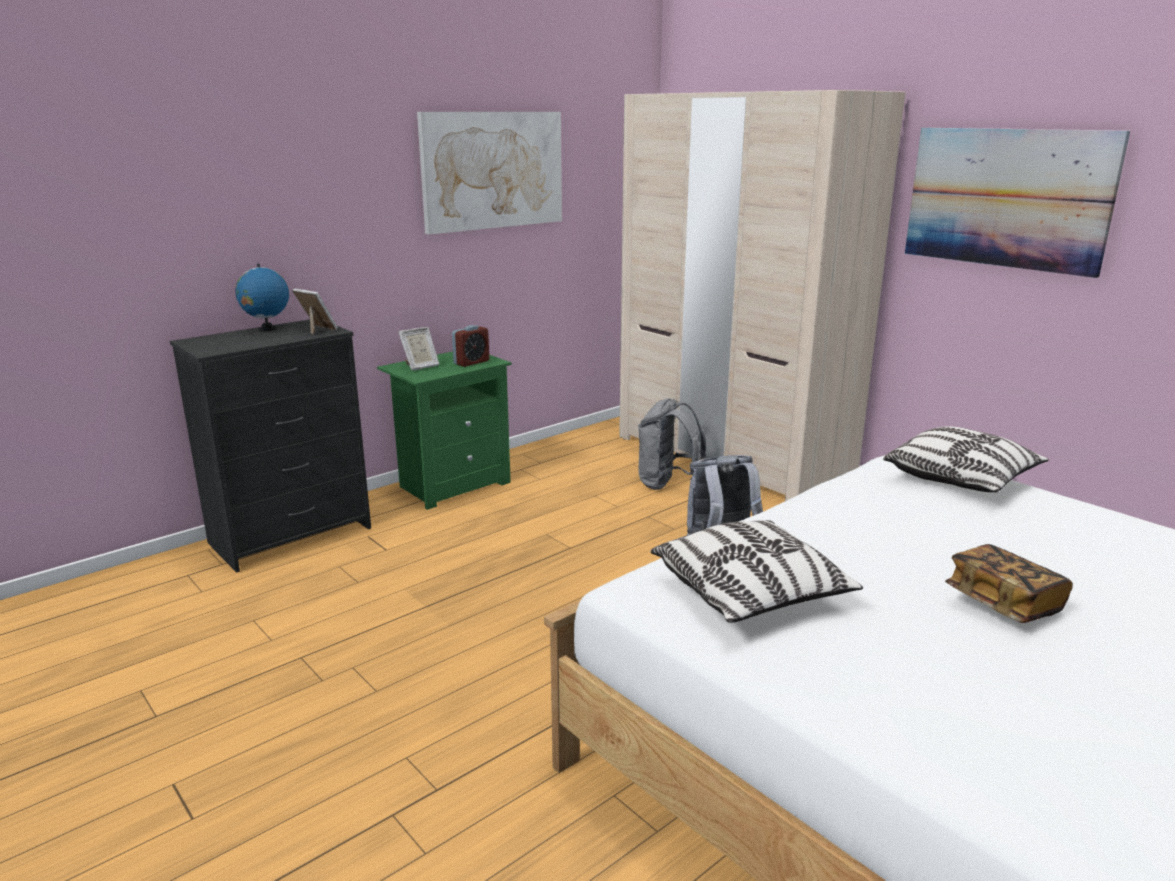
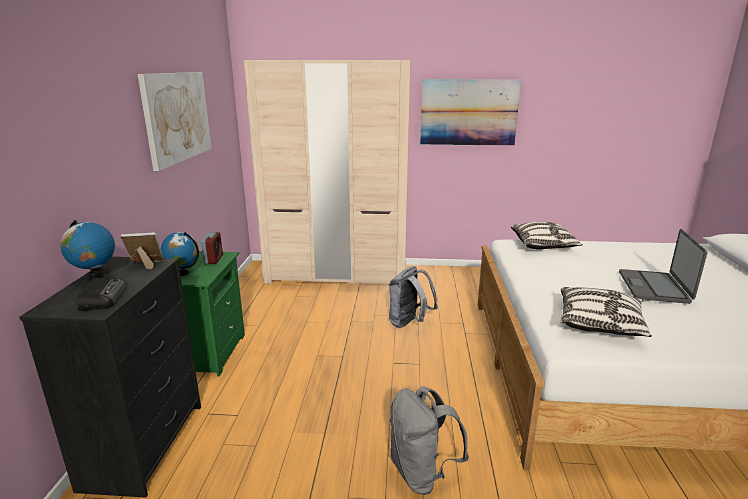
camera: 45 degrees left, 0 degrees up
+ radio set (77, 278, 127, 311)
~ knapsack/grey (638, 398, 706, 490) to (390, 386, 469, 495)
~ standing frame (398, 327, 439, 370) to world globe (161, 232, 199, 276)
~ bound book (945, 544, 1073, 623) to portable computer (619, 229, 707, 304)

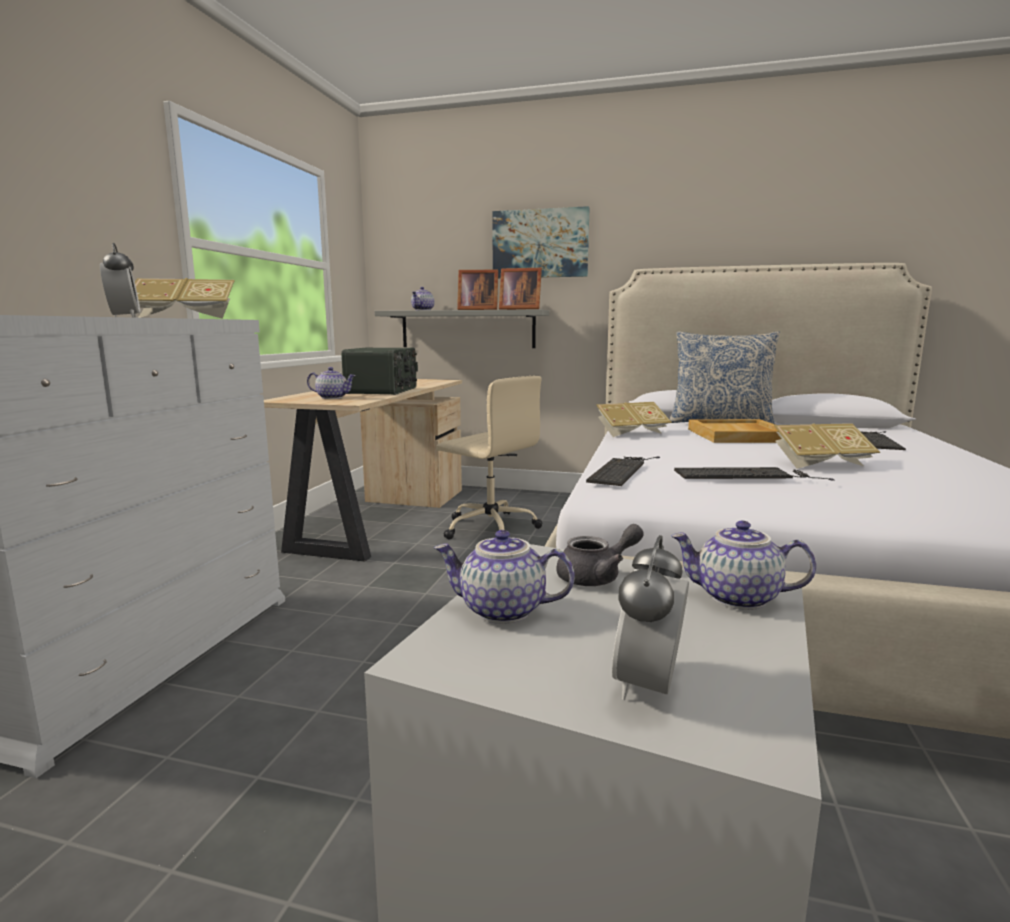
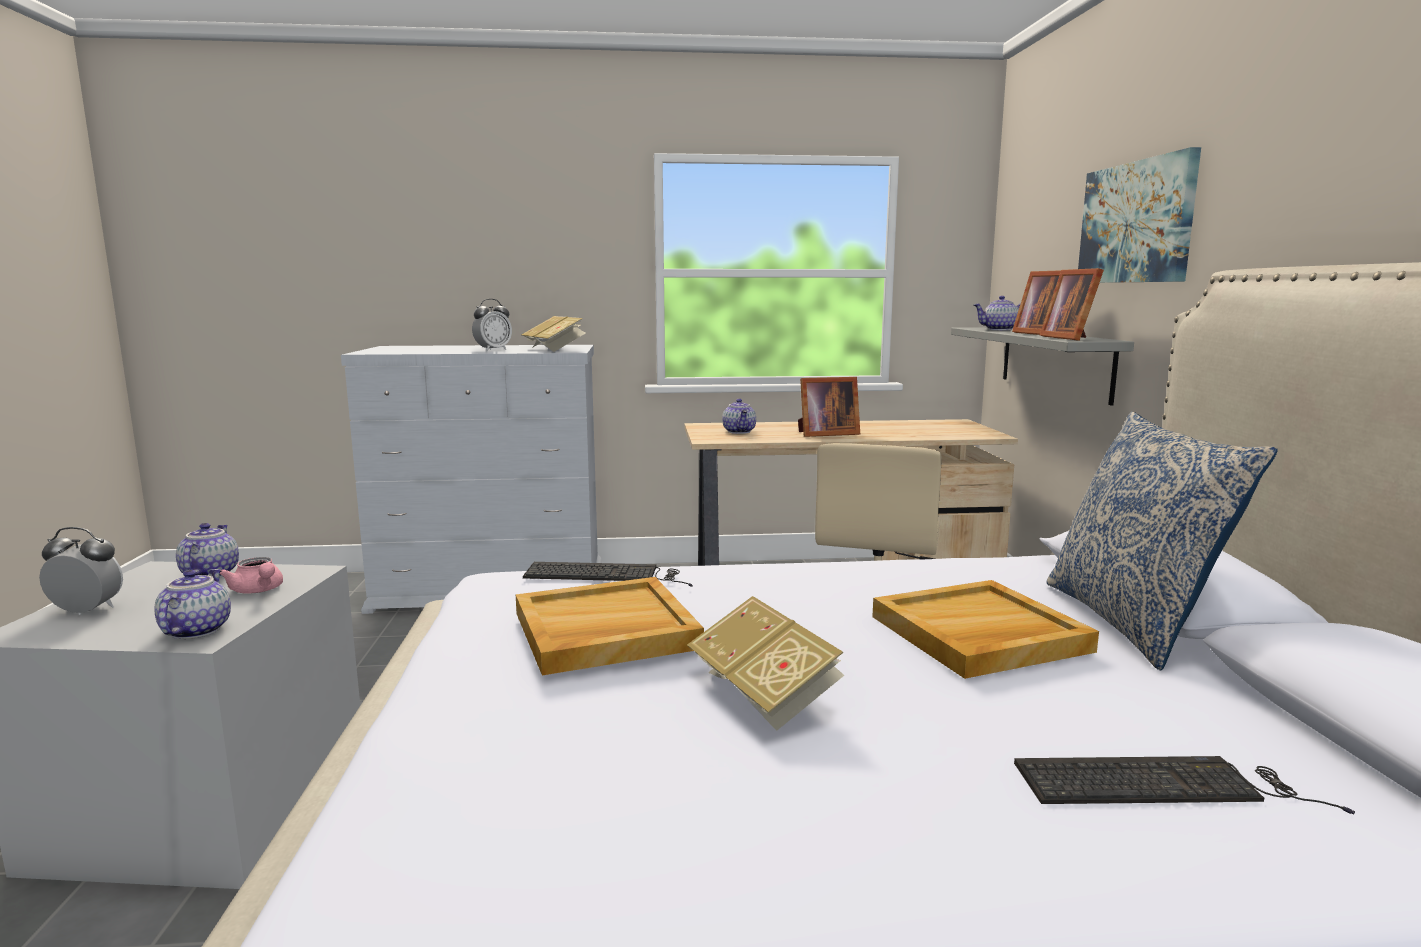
camera: 70 degrees right, 0 degrees up
- bound book (596, 402, 672, 437)
~ radio set (341, 347, 418, 395) to standing frame (798, 377, 860, 437)
~ computer keyboard (674, 467, 835, 481) to serving tray/sand-coloured (516, 577, 704, 675)
~ pot for tea/grey (556, 524, 644, 586) to pot for tea/pink (220, 557, 283, 593)

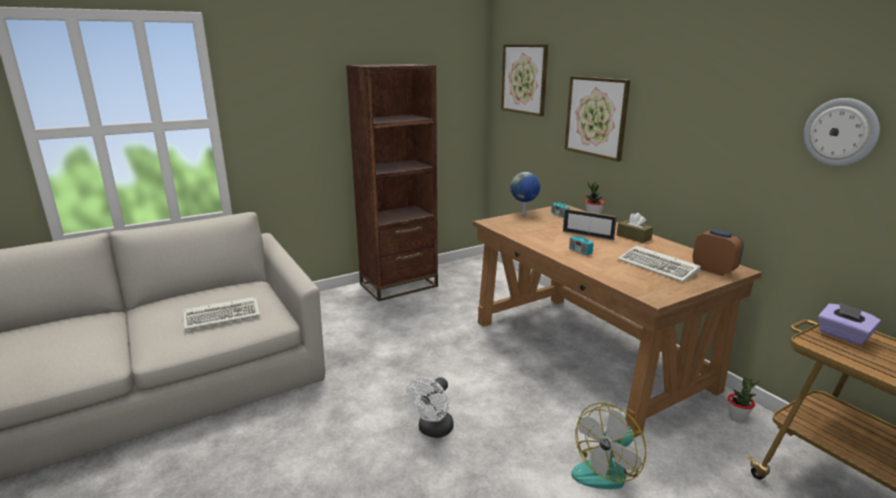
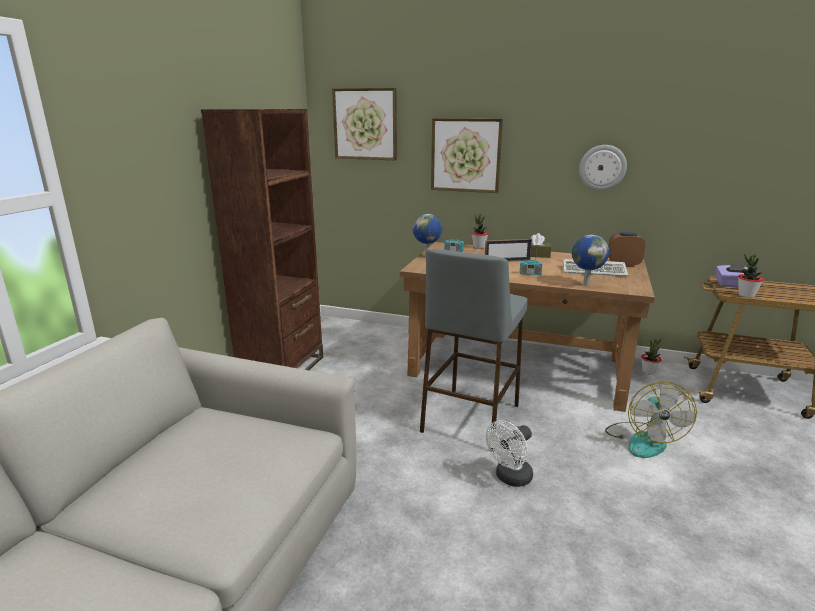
camera: 40 degrees left, 0 degrees up
- computer keyboard (183, 297, 260, 330)
+ sitting stool/grey (420, 249, 528, 452)
+ world globe (572, 235, 609, 286)
+ potted plant (738, 254, 764, 298)
~ wall clock (803, 98, 880, 166) to (579, 145, 627, 190)
~ cooling fan/white (406, 377, 454, 438) = (486, 420, 533, 487) 60 degrees clockwise

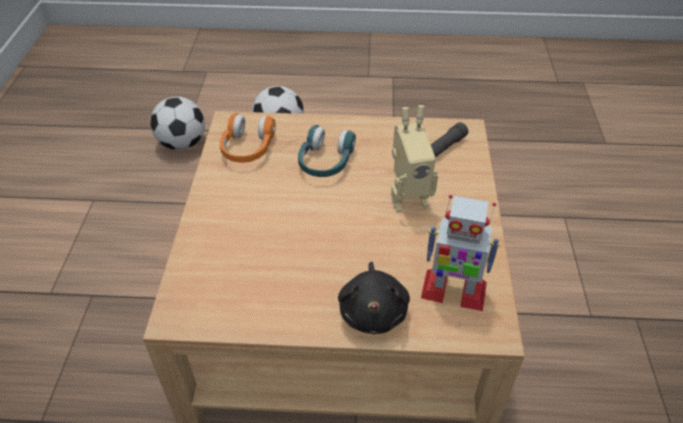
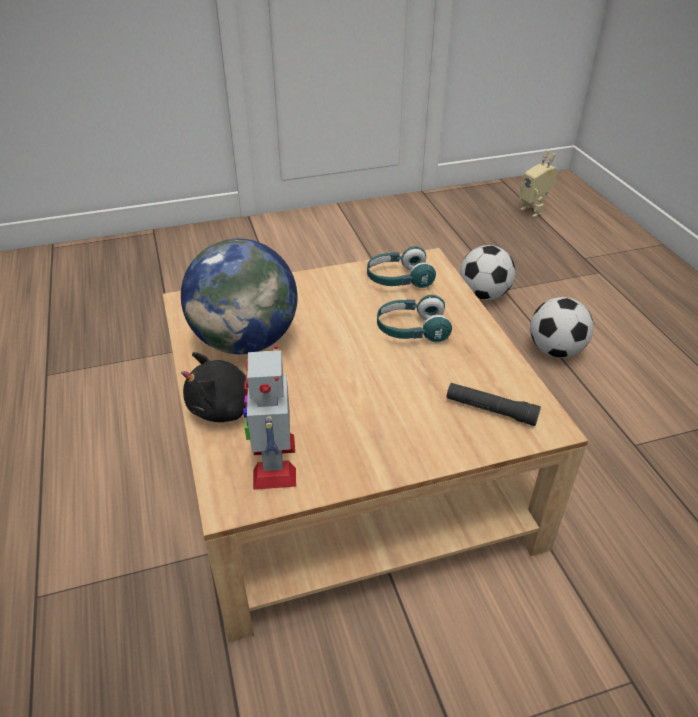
camera: 70 degrees right, 5 degrees down
+ world globe (181, 239, 297, 354)
~ model robot (391, 105, 438, 212) to (519, 150, 558, 217)
~ pair of headphones/orange-coloured (220, 113, 276, 163) to pair of headphones/turquoise-coloured (367, 246, 436, 288)

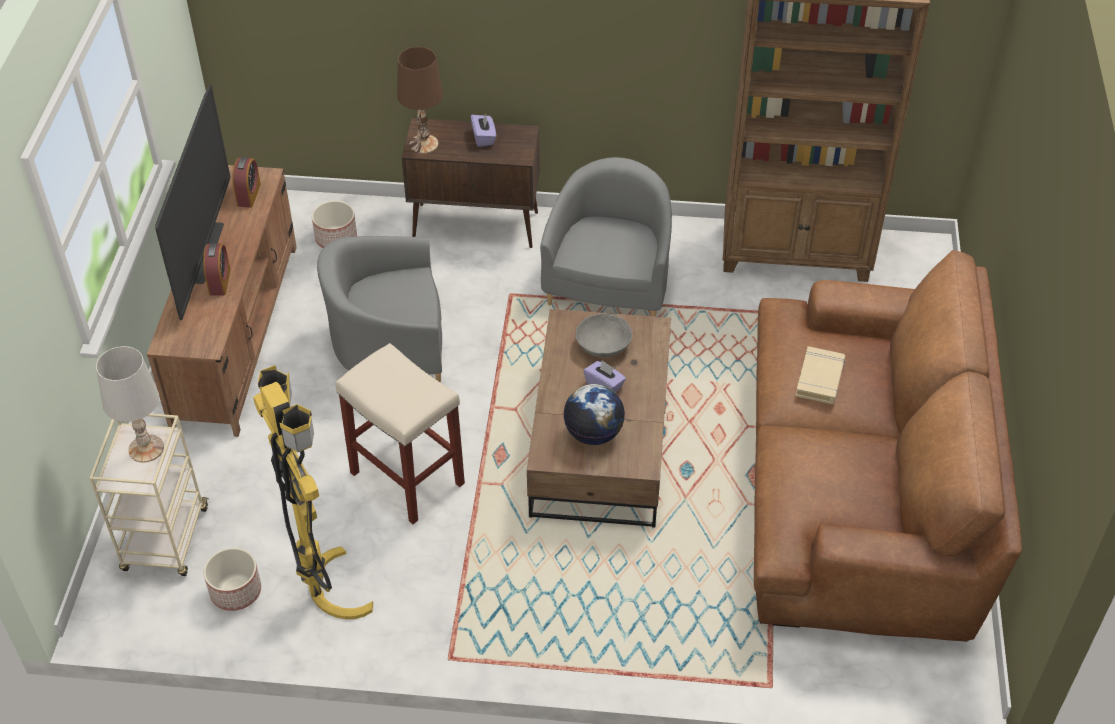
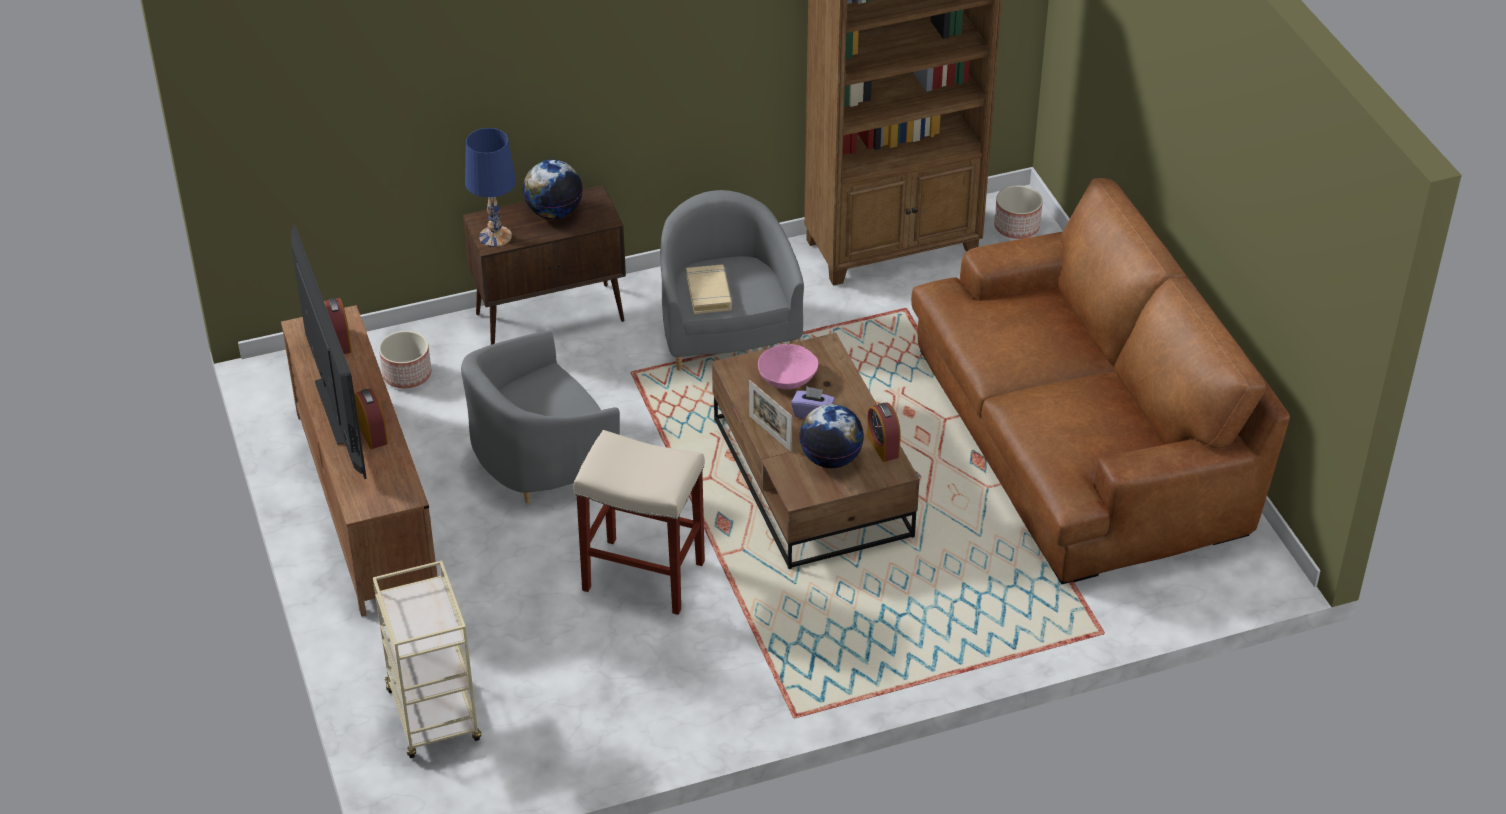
camera: 25 degrees left, 5 degrees down
- lamp for a table/white (96, 346, 164, 463)
- standing lamp/yellow (253, 365, 373, 619)
+ standing frame (749, 380, 792, 452)
+ bedside clock (867, 402, 901, 462)
~ planter (204, 548, 261, 611) to (994, 185, 1043, 239)
~ bound book/sand-coloured (796, 346, 845, 404) to (686, 265, 732, 314)
~ tissue box/purple (471, 114, 496, 147) to world globe (523, 160, 583, 219)
~ lamp for a table/brownish (397, 47, 443, 154) to lamp for a table/blue-coloured (465, 128, 516, 247)
~ serving bowl/grey (575, 313, 633, 357) to serving bowl/pink (758, 344, 819, 389)

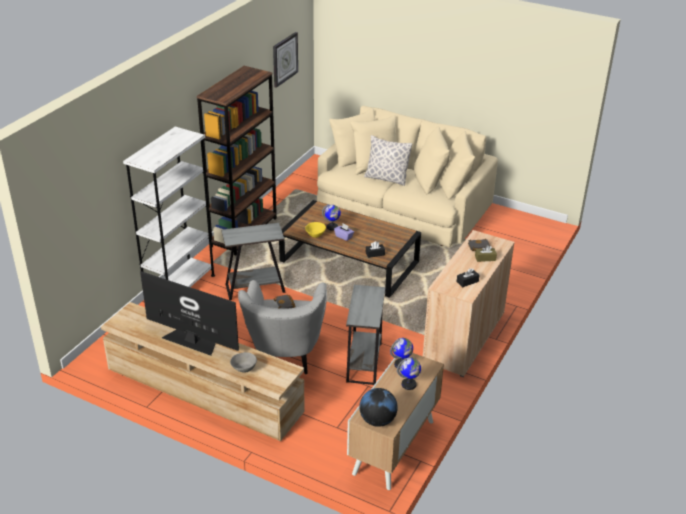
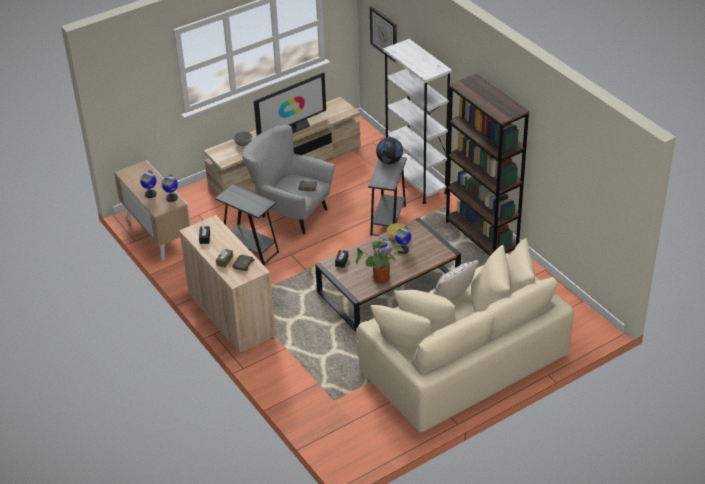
camera: 120 degrees right, 5 degrees up
+ potted plant (356, 238, 405, 284)
~ wall clock (273, 32, 298, 88) to (370, 6, 397, 62)
~ world globe (359, 388, 398, 427) to (376, 137, 403, 164)

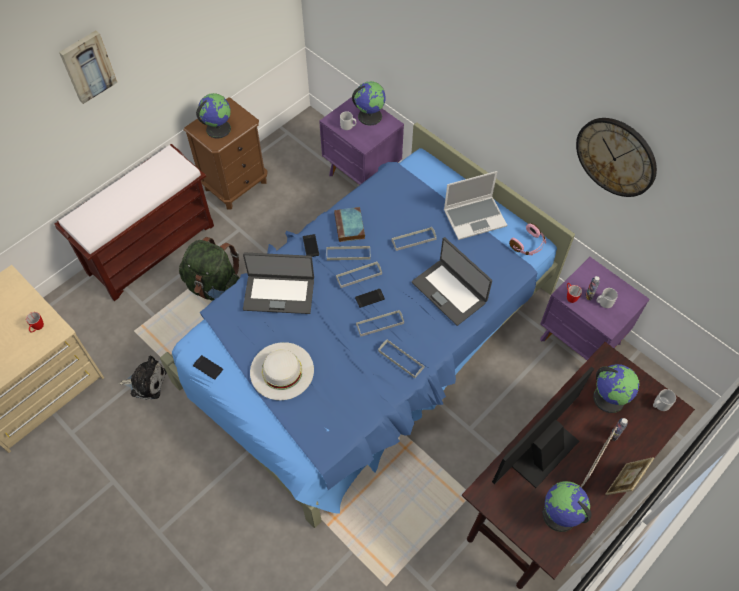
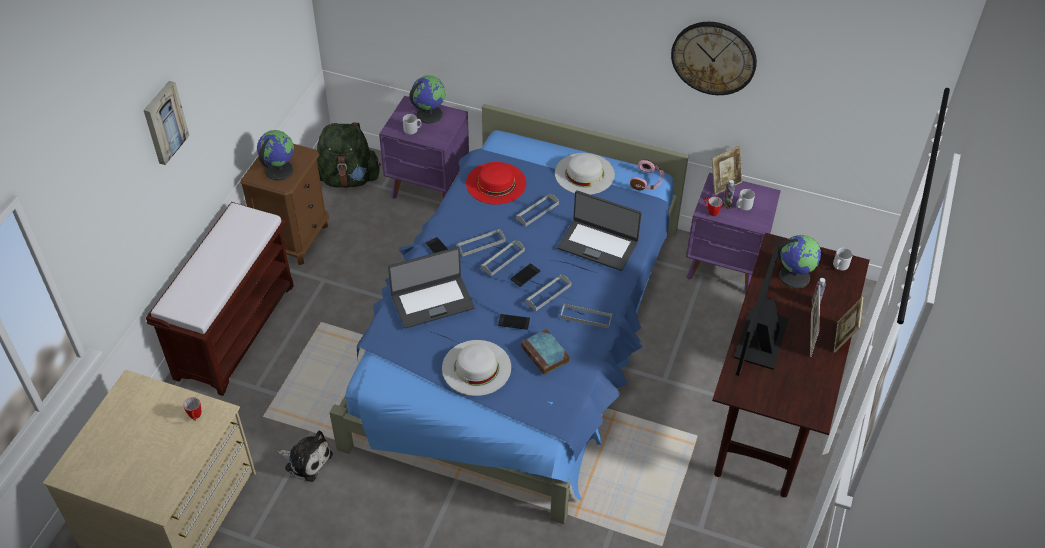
camera: 25 degrees left, 10 degrees down
- world globe (543, 481, 592, 532)
+ hat/reddish (466, 162, 526, 205)
+ standing frame (712, 146, 743, 195)
~ knapsack/green-coloured (179, 237, 240, 301) to (317, 122, 381, 188)
~ phone (193, 355, 223, 380) to (498, 314, 530, 330)
~ bound book (334, 207, 365, 242) to (521, 329, 570, 375)
~ portable computer (444, 171, 507, 240) to hat/white (555, 153, 615, 195)
~ cuddly toy (119, 356, 167, 400) = (277, 430, 333, 482) 45 degrees clockwise

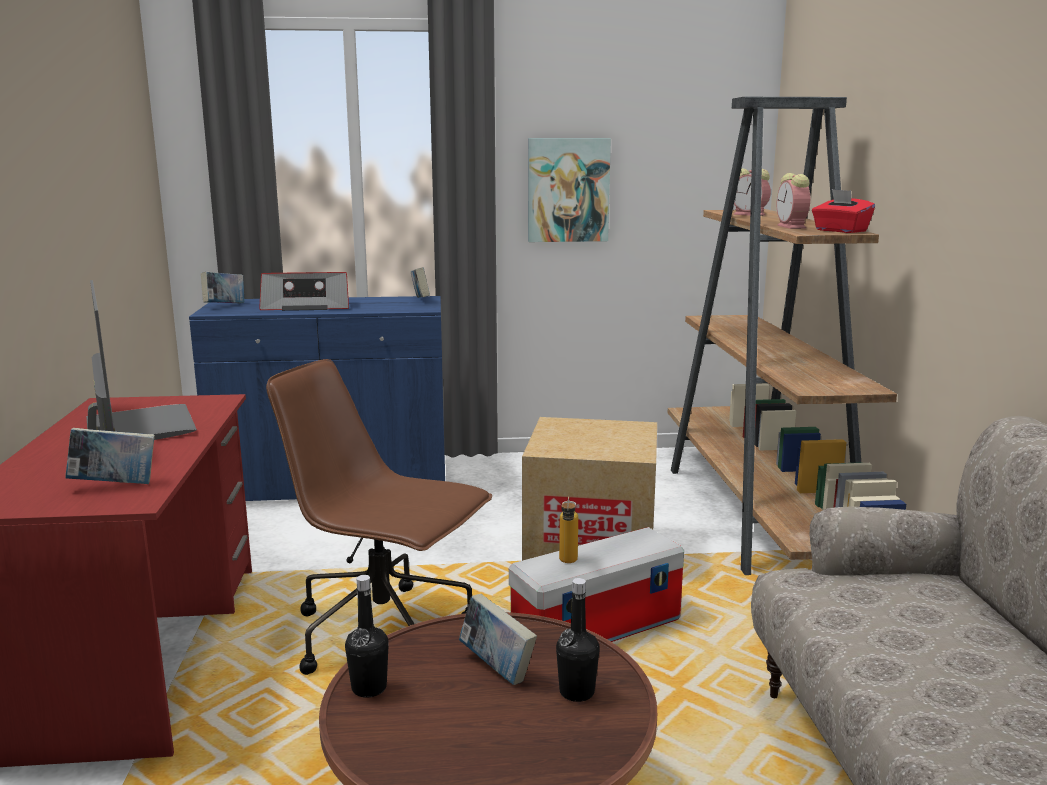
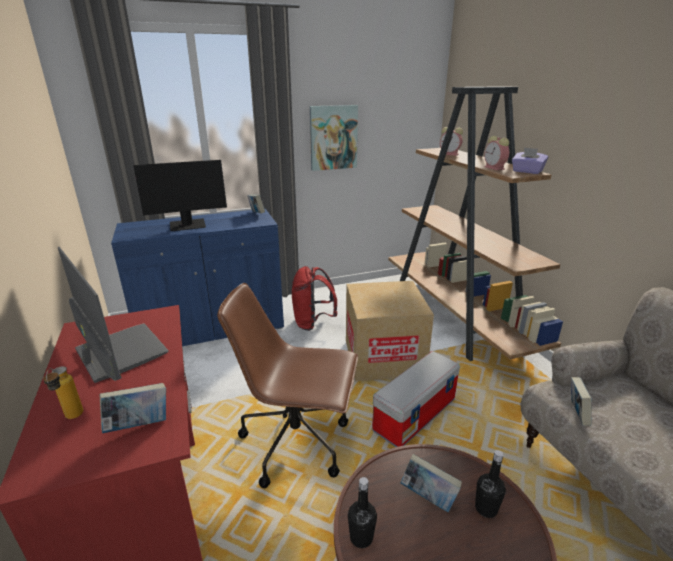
camera: 15 degrees left, 10 degrees up
+ knapsack/reddish (292, 266, 338, 331)
~ bound book (201, 272, 244, 303) to (571, 377, 592, 426)
~ bottle (559, 497, 578, 563) to (43, 366, 83, 419)
~ radio set (259, 272, 349, 311) to monitor (133, 160, 227, 231)
~ tissue box/reddish (812, 189, 875, 233) to tissue box/purple (512, 147, 548, 174)

